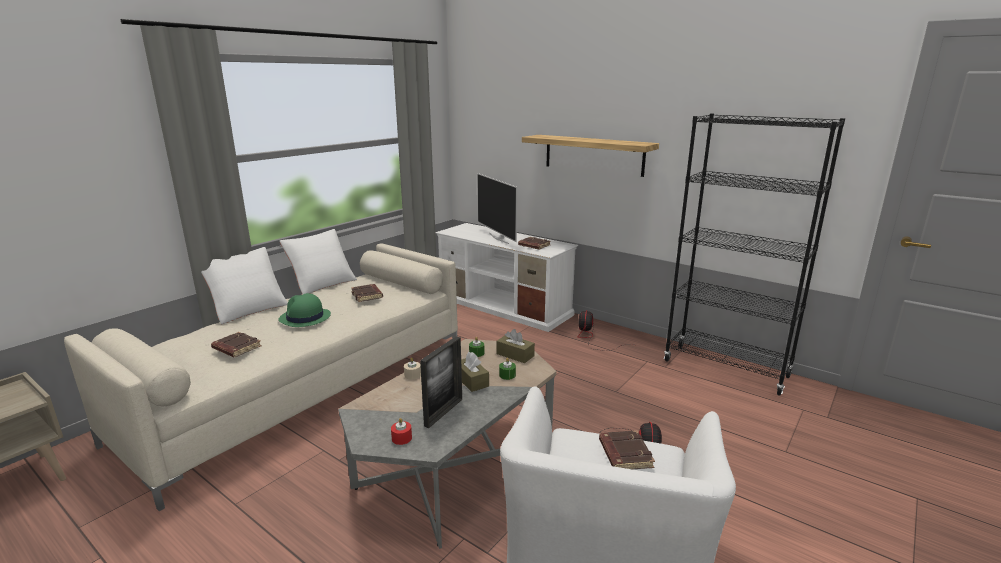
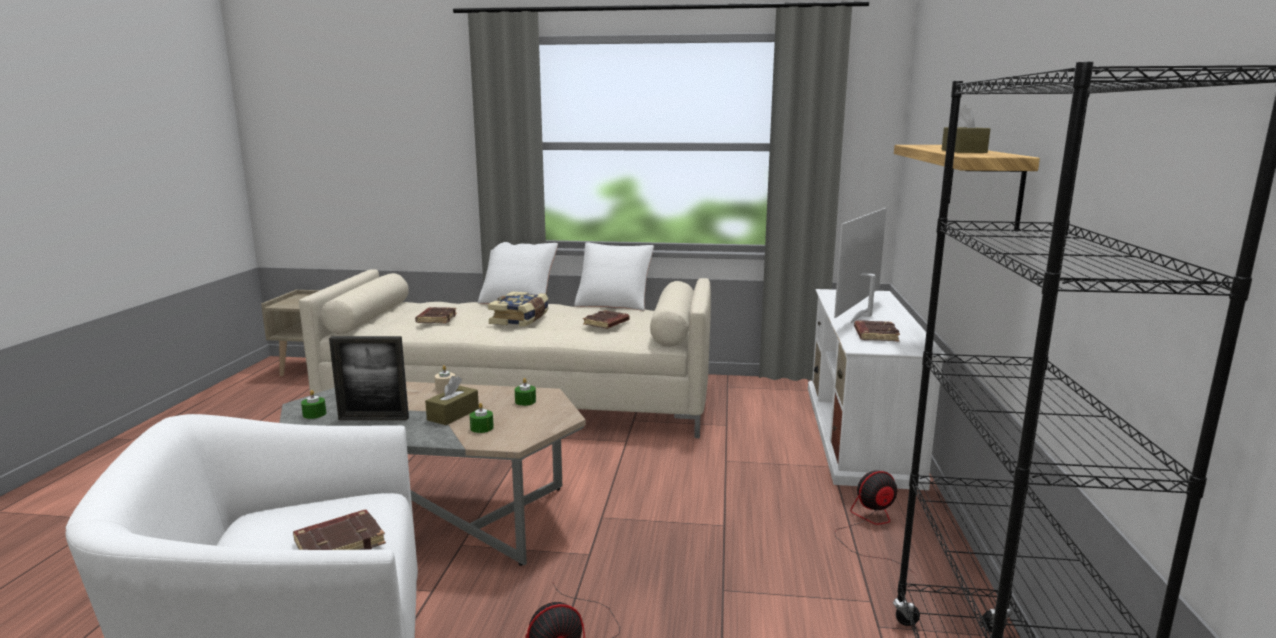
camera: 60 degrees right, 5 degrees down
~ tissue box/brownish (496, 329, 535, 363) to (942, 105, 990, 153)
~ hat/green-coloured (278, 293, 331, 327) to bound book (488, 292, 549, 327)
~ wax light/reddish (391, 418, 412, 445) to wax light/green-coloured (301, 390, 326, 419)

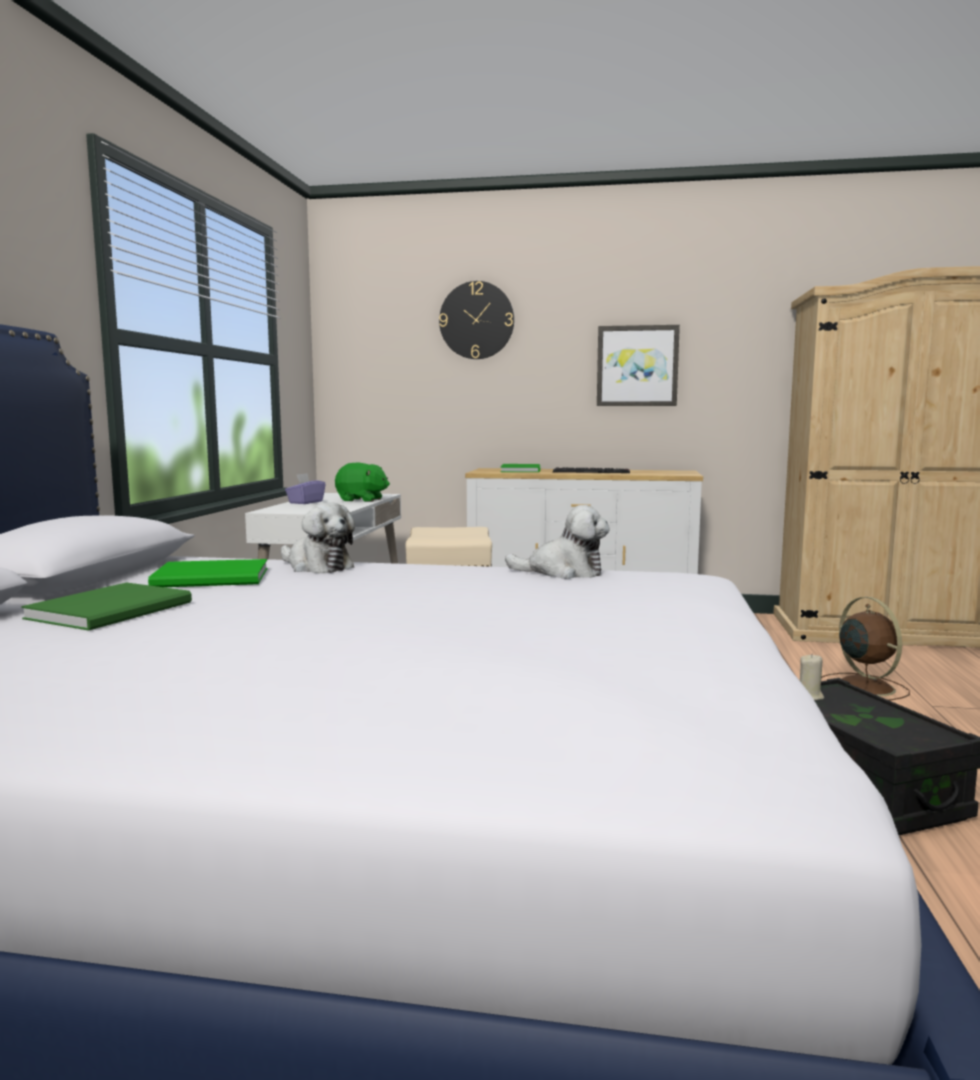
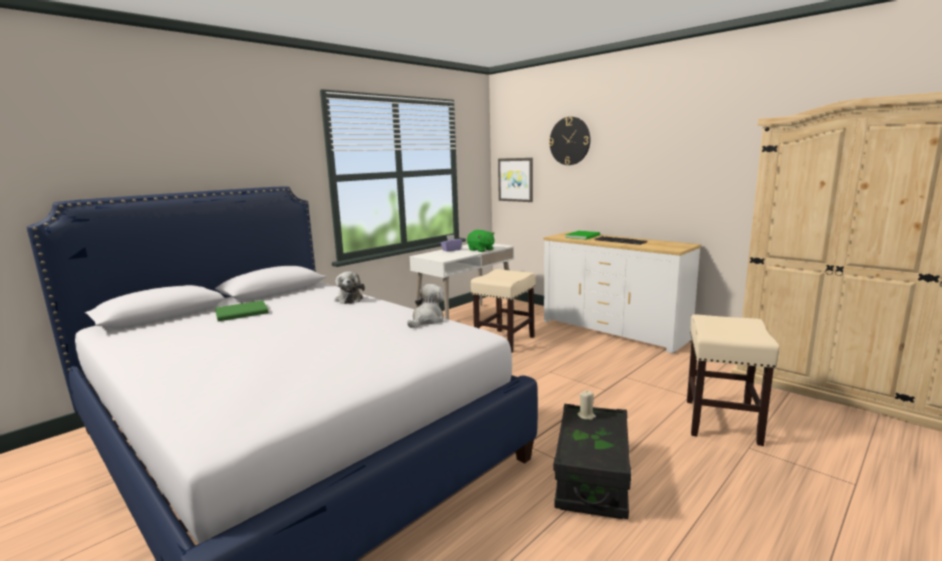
camera: 35 degrees right, 5 degrees up
- bound book/green-coloured (148, 559, 268, 587)
~ wall picture (597, 325, 680, 406) to (498, 158, 533, 202)
~ cooling fan/brownish (821, 597, 910, 701) to sitting stool/sand-coloured (687, 314, 779, 446)
~ cuddly toy (505, 505, 610, 579) = (407, 284, 445, 328) 105 degrees counterclockwise

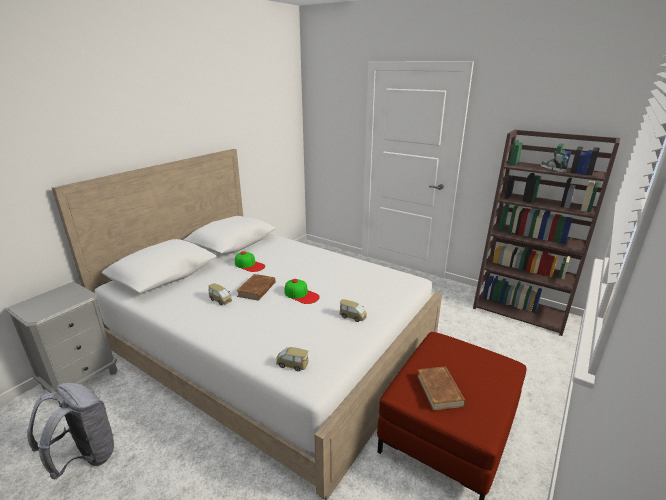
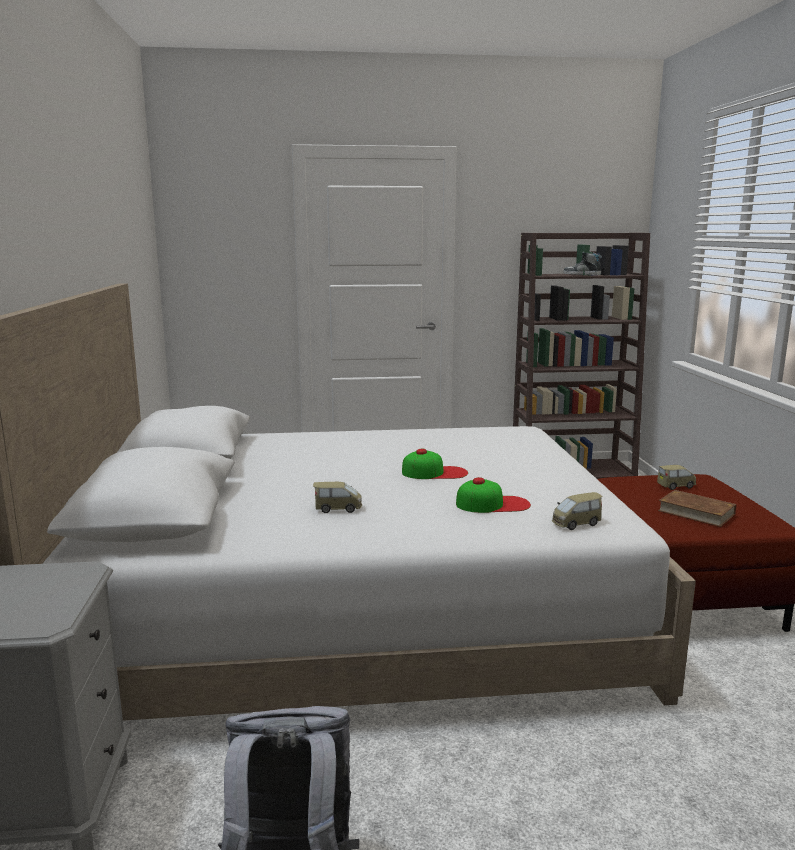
camera: 40 degrees left, 10 degrees down
- bound book/brownish (237, 274, 275, 301)
~ cap (235, 251, 265, 272) to (456, 477, 531, 513)
~ model car (340, 299, 367, 322) to (657, 465, 696, 490)

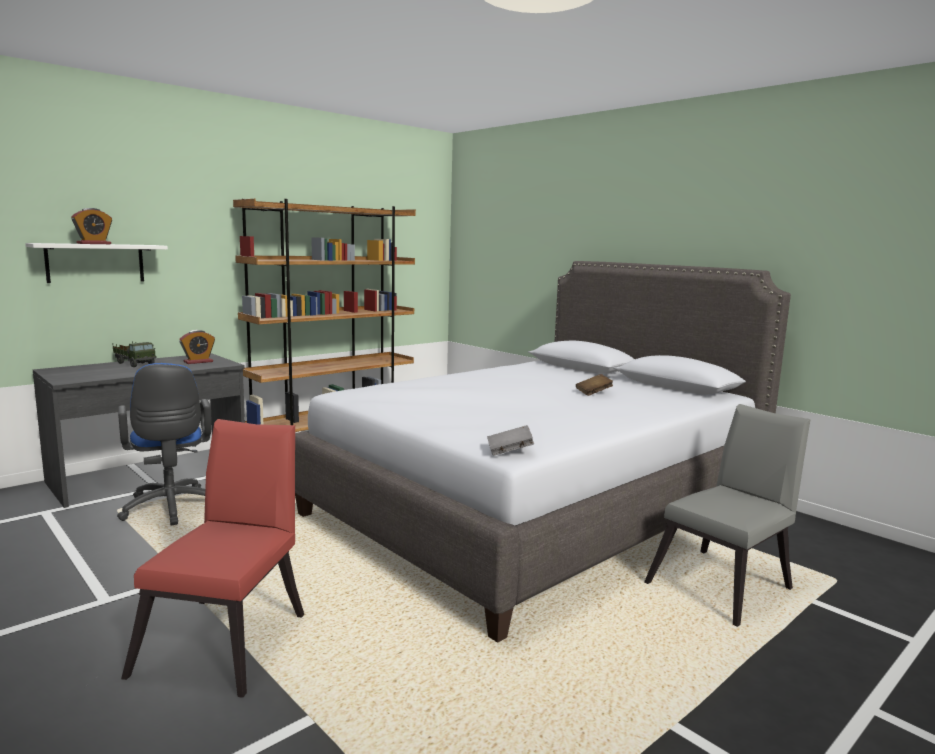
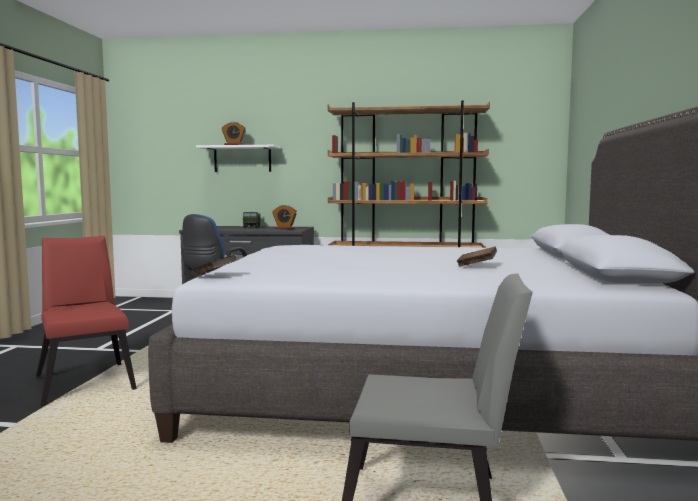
camera: 50 degrees right, 5 degrees down
~ bound book/grey (487, 425, 534, 456) to bound book/brownish (192, 255, 237, 276)
~ upright chair/reddish (121, 419, 304, 698) = (36, 236, 137, 407) 90 degrees counterclockwise

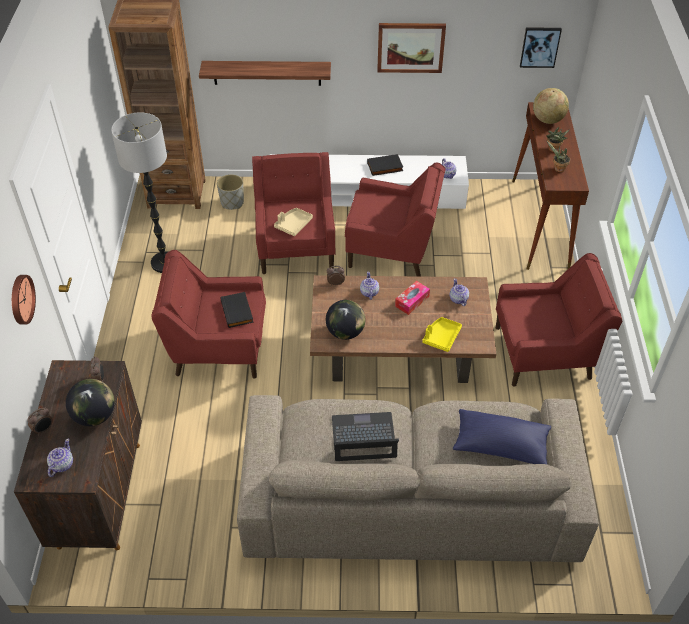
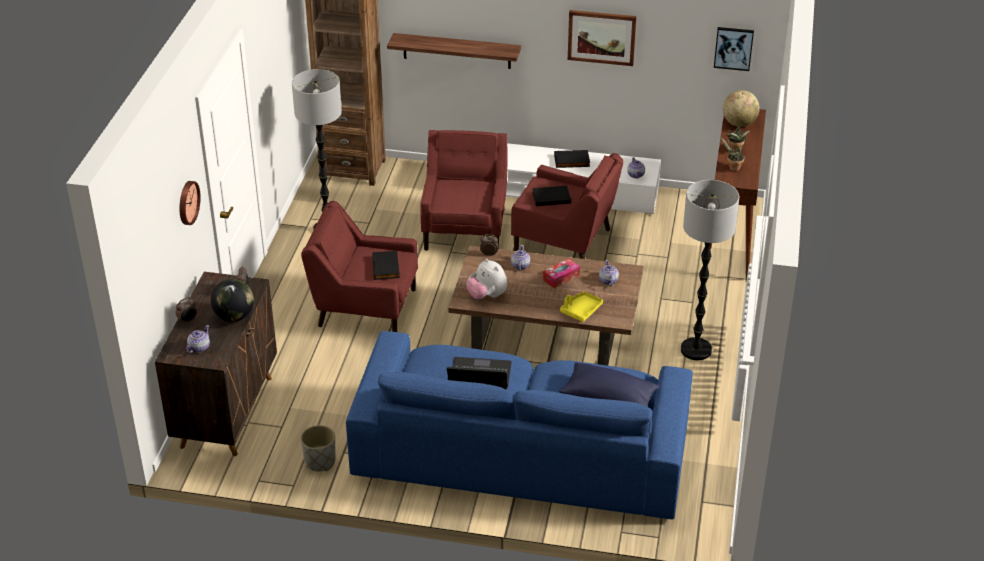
camera: 10 degrees right, 10 degrees down
- serving tray/sand-coloured (274, 208, 313, 236)
+ bound book/black-coloured (532, 186, 571, 206)
~ planter/grey (217, 174, 244, 210) to (301, 425, 335, 471)
~ world globe (326, 300, 365, 340) to cuddly toy (466, 259, 507, 299)
~ armchair/reddish (496, 253, 622, 387) to standing lamp (681, 180, 739, 360)
~ settee/sand-coloured (237, 395, 599, 562) to settee/blue-coloured (346, 331, 693, 519)

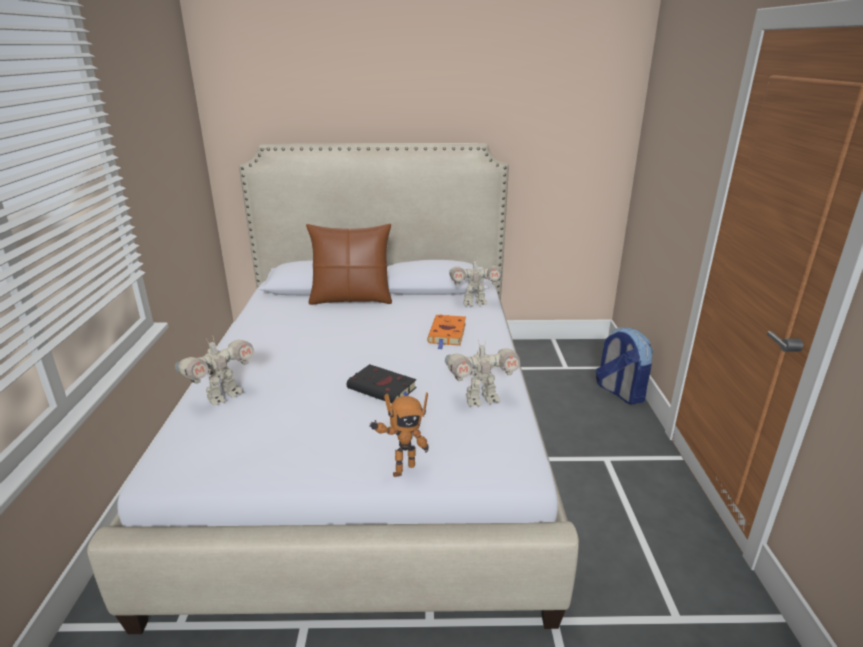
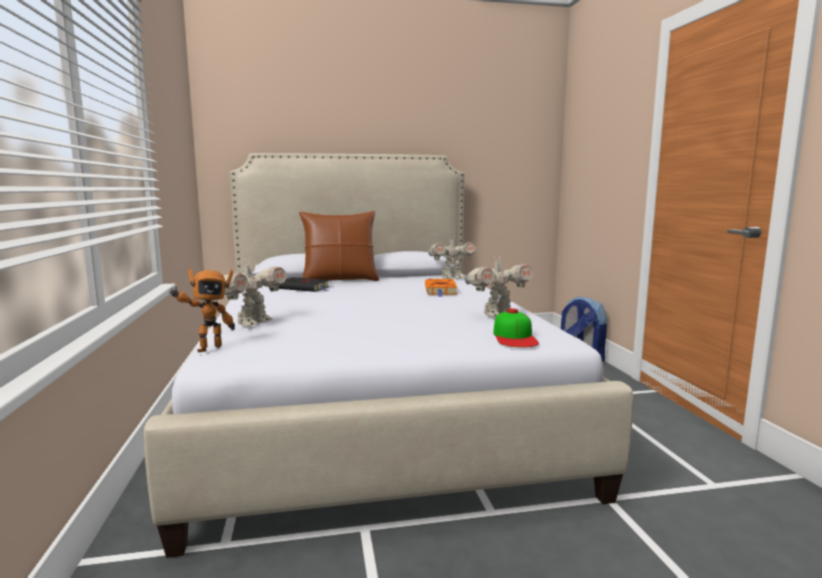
camera: 10 degrees left, 15 degrees down
+ cap (493, 308, 539, 348)
~ bound book/black-coloured (347, 364, 417, 404) to (279, 277, 329, 292)
~ model robot (369, 392, 429, 477) to (169, 268, 235, 352)

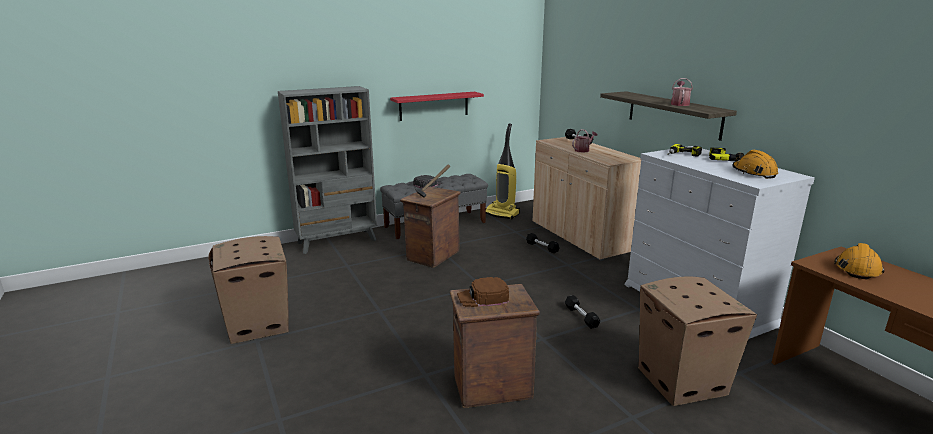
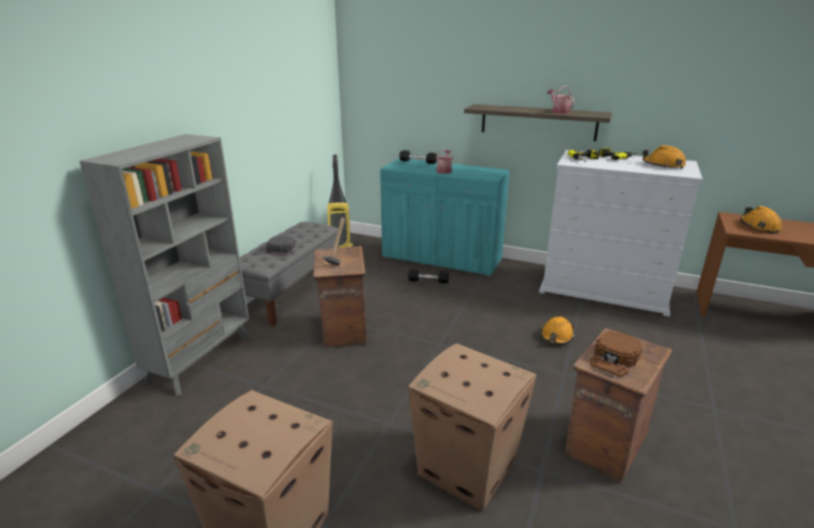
camera: 40 degrees left, 5 degrees up
- shelf/reddish (390, 92, 484, 121)
~ cardboard box (638, 277, 757, 406) to (408, 343, 537, 511)
~ free weight/black-coloured (565, 295, 600, 329) to hard hat/orange-coloured (541, 317, 574, 344)
~ cupboard/sand-coloured (533, 137, 641, 261) to cupboard/turquoise-coloured (380, 158, 510, 277)

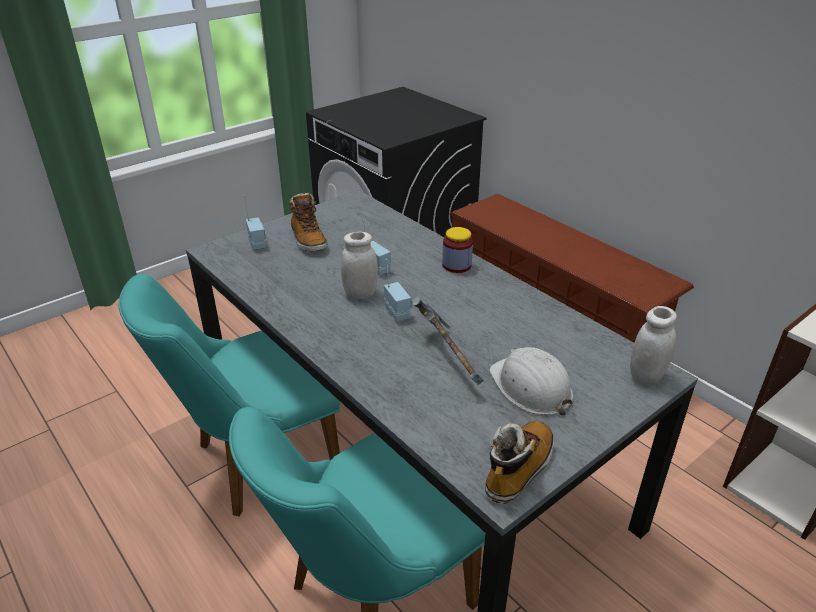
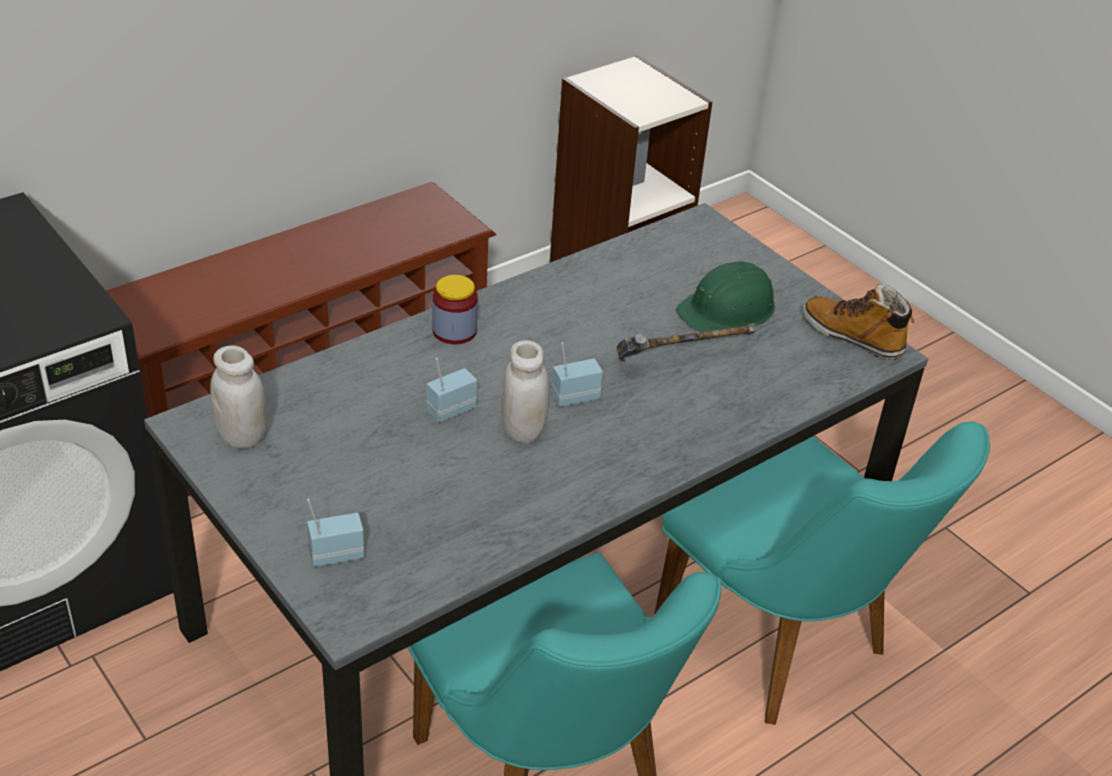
camera: 90 degrees left, 5 degrees up
- boot (289, 193, 327, 251)
~ storage jar/white (630, 306, 677, 386) to (210, 346, 267, 449)
~ hard hat/white (489, 347, 574, 415) to hard hat/green-coloured (676, 261, 775, 332)

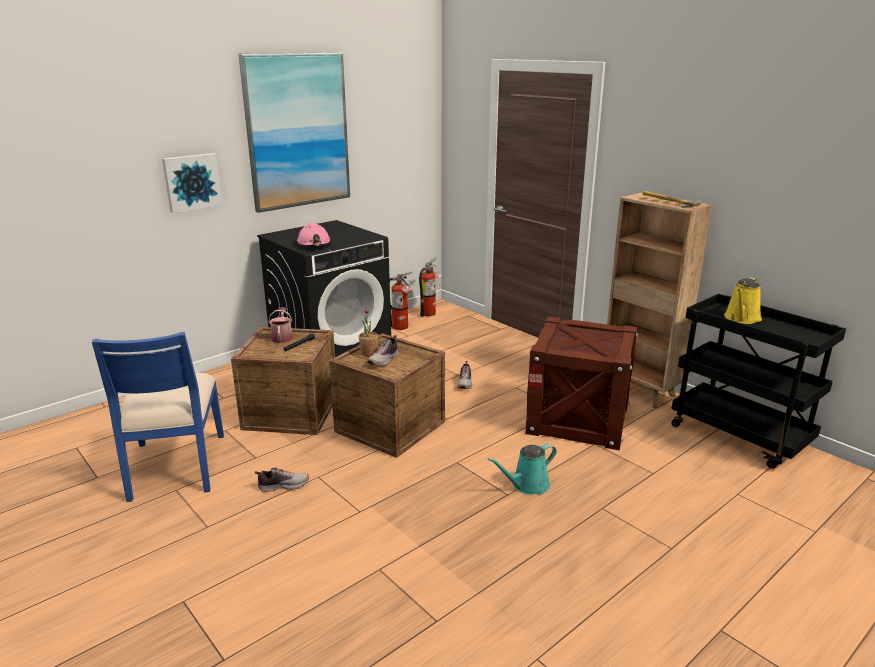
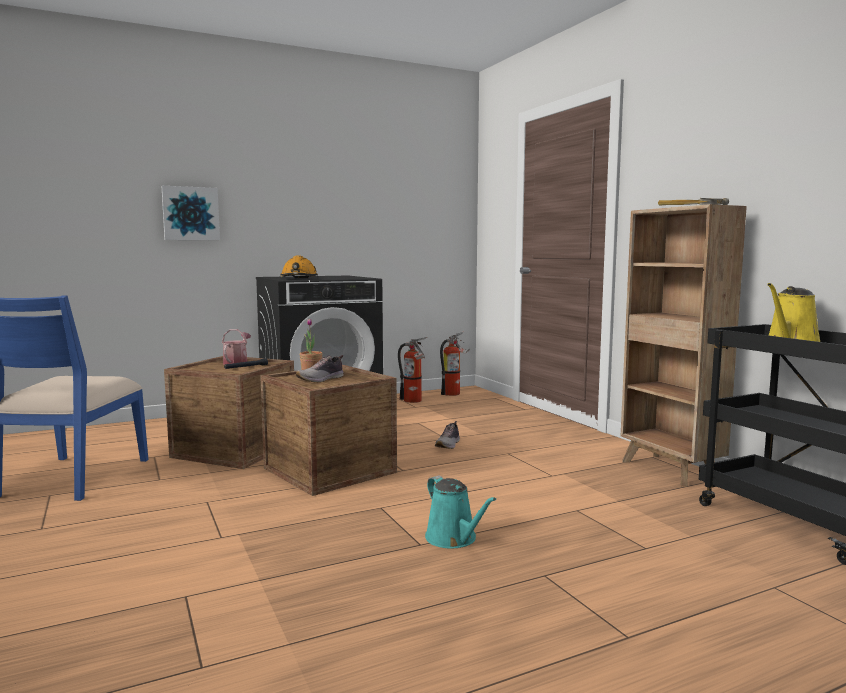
camera: 15 degrees right, 15 degrees down
- wall picture (238, 52, 350, 213)
- item of footwear (255, 467, 309, 492)
- packing crate (525, 316, 638, 450)
~ hard hat/pink (296, 223, 331, 246) to hard hat/orange-coloured (280, 255, 318, 278)
~ watering pot/turquoise-coloured (488, 444, 557, 494) = (425, 476, 496, 549) 105 degrees counterclockwise

